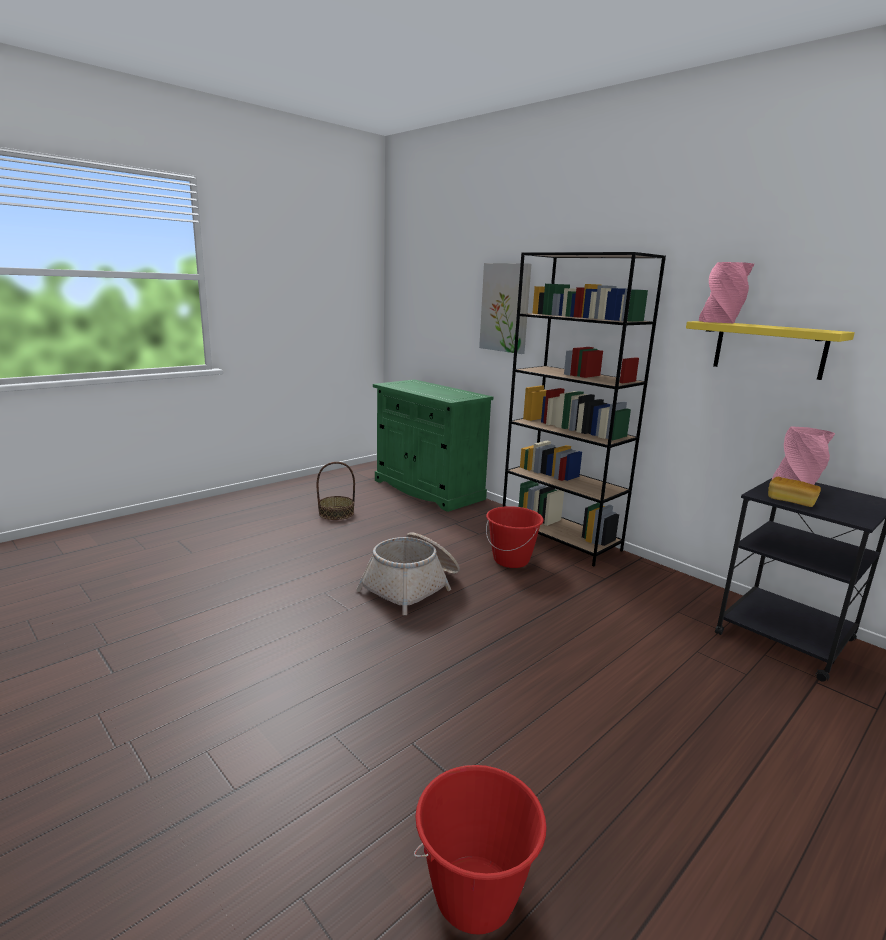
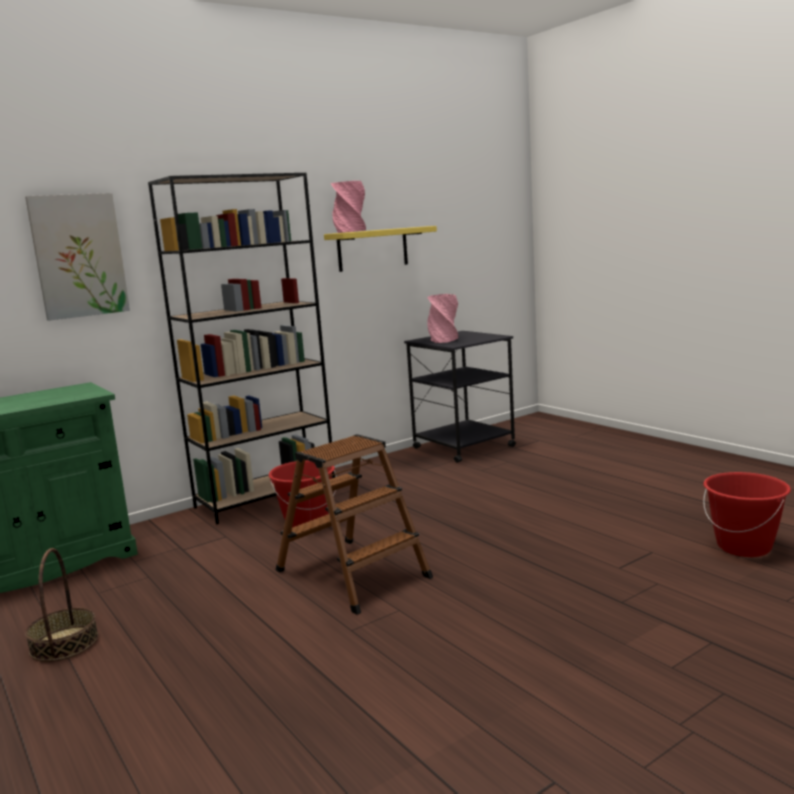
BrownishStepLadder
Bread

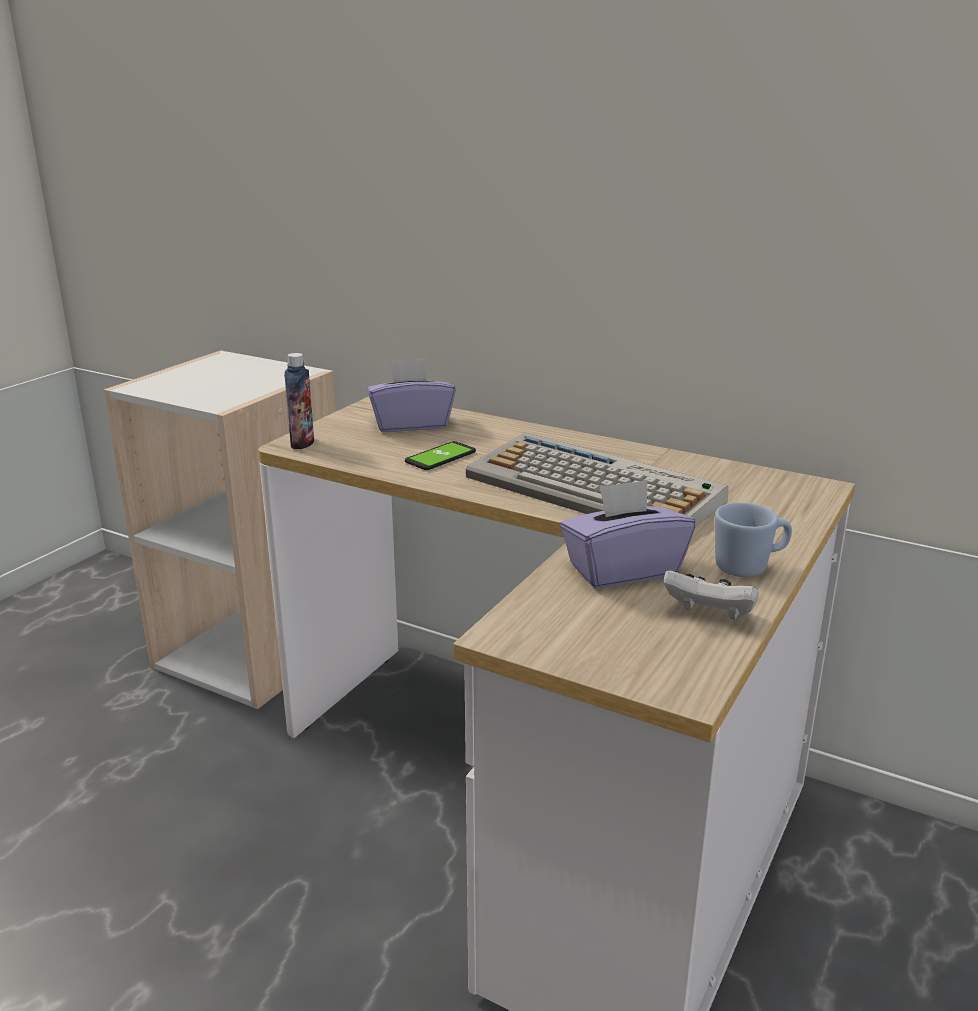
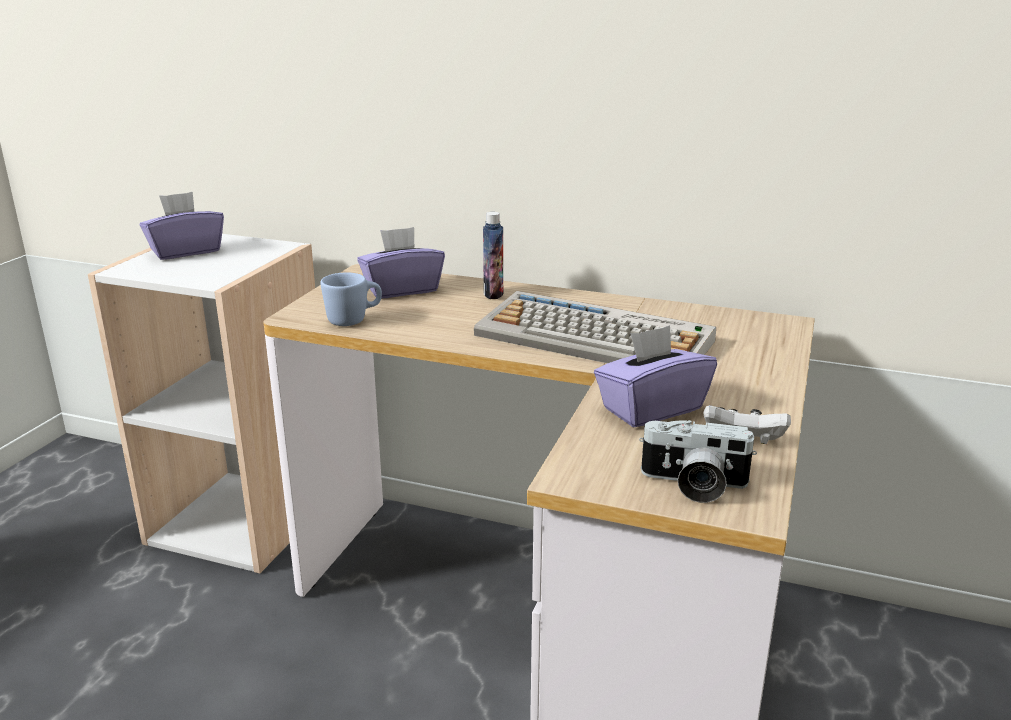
Bottle
Telephone
BlueColouredCoffeeMug
PurplishBoxOfTissues (1st from left)
PhotoCamera

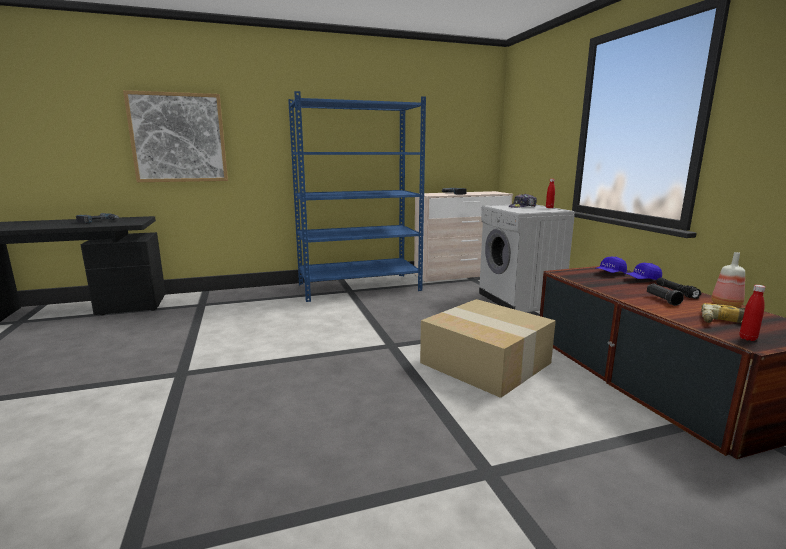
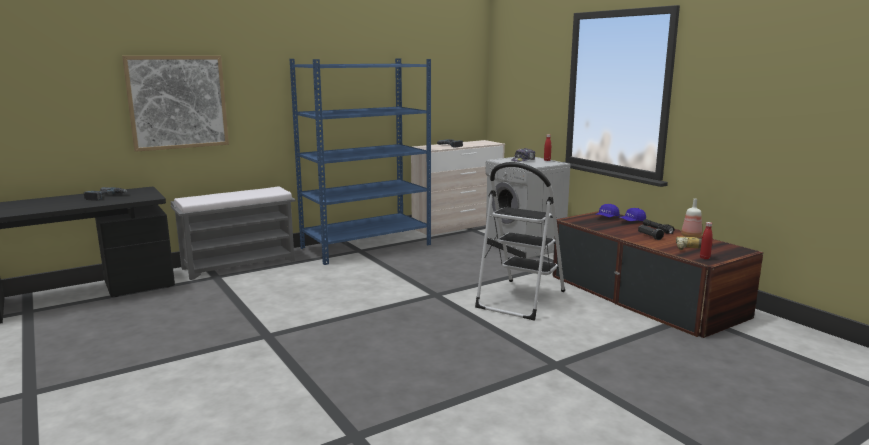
StepLadder
GreyIndoorBench

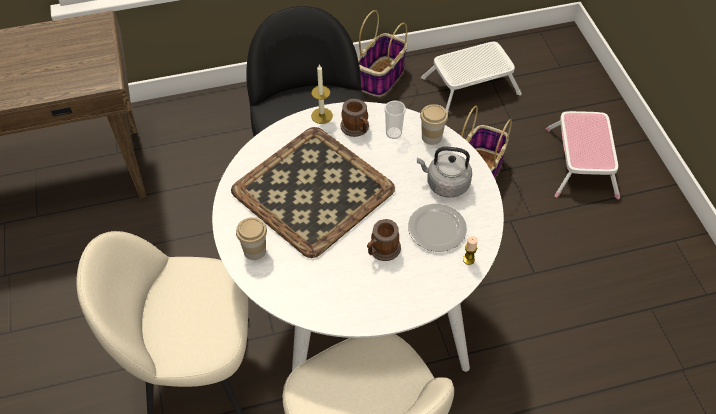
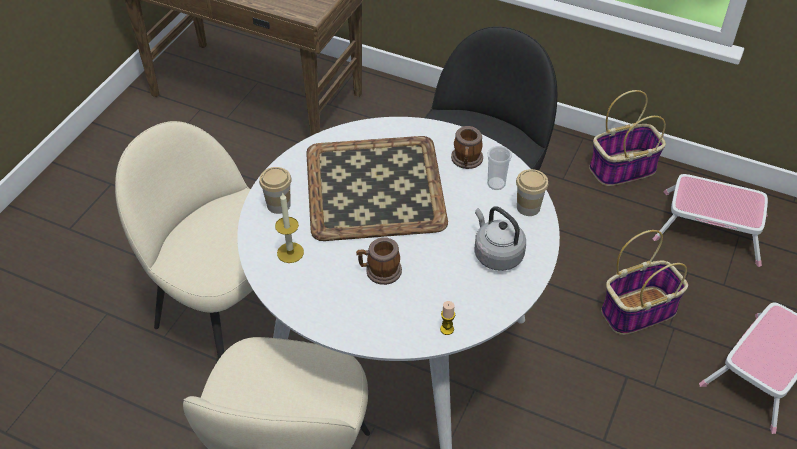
Candle (1st from left)
DinnerPlate
PinkColouredStepLadder (1st from left)

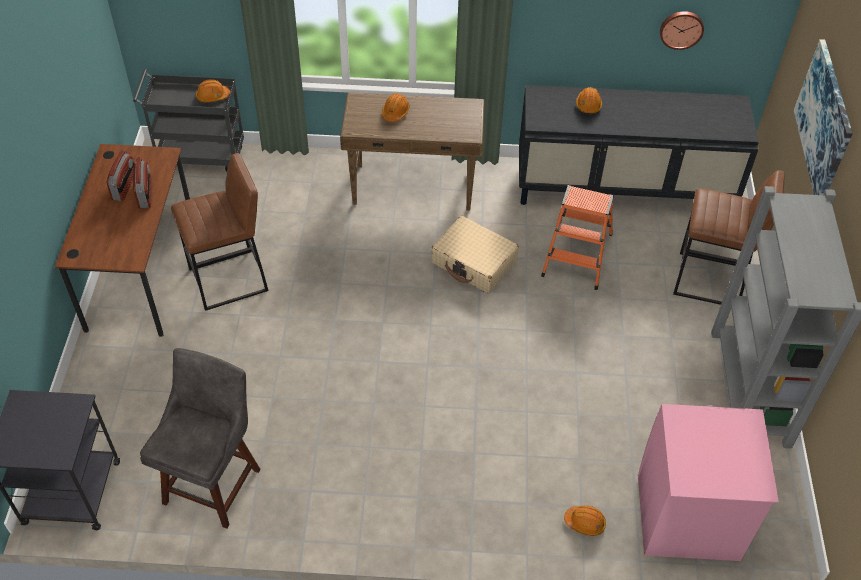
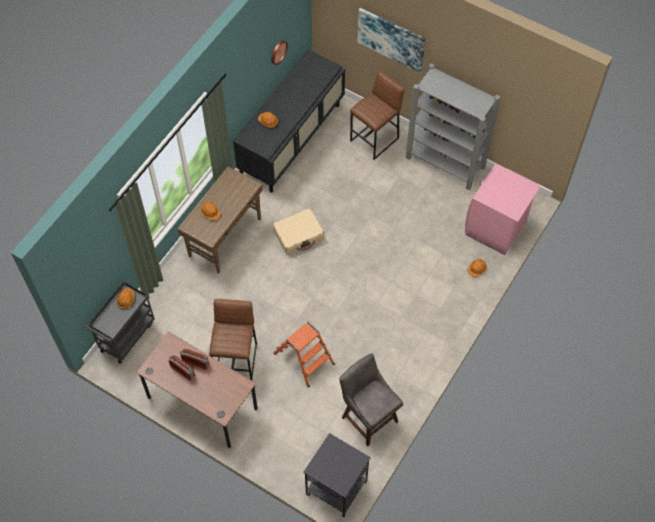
OrangeStepLadder

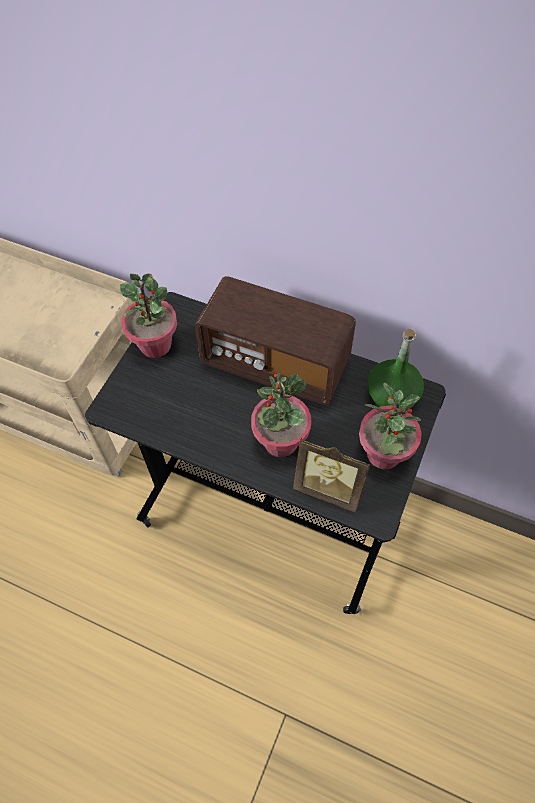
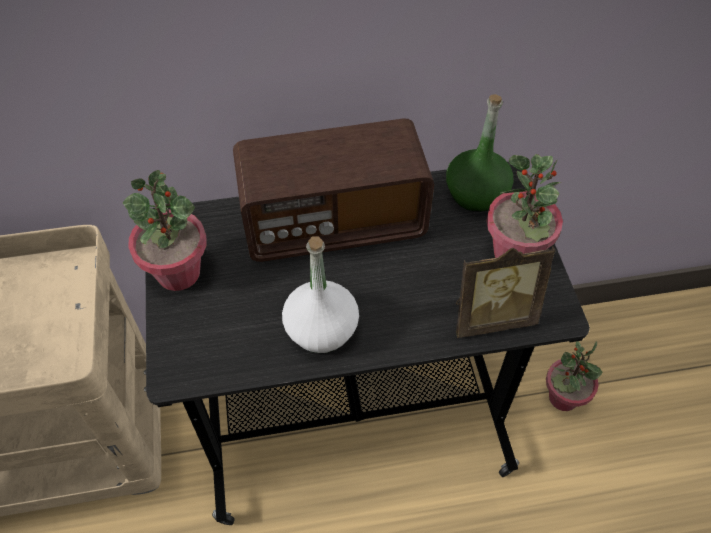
PottedPlant (3rd from left)
WhiteBottle

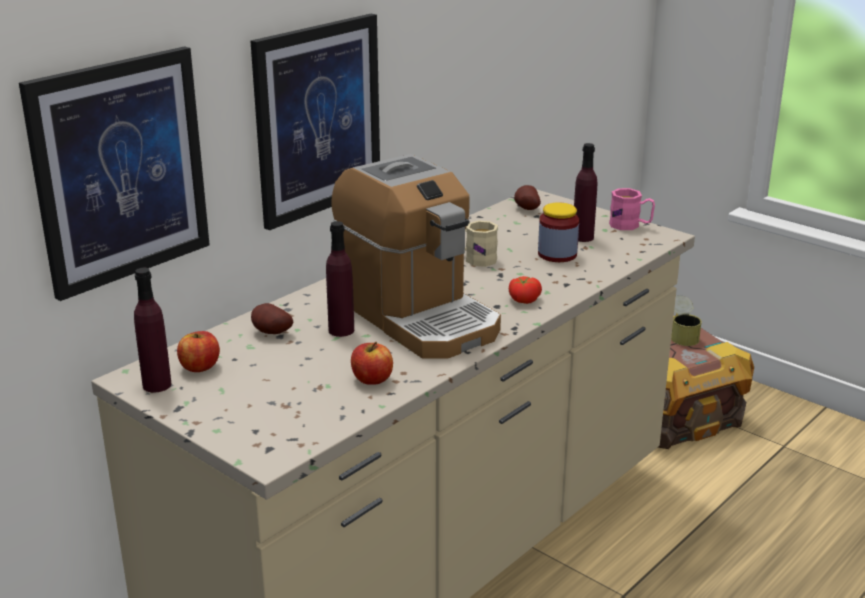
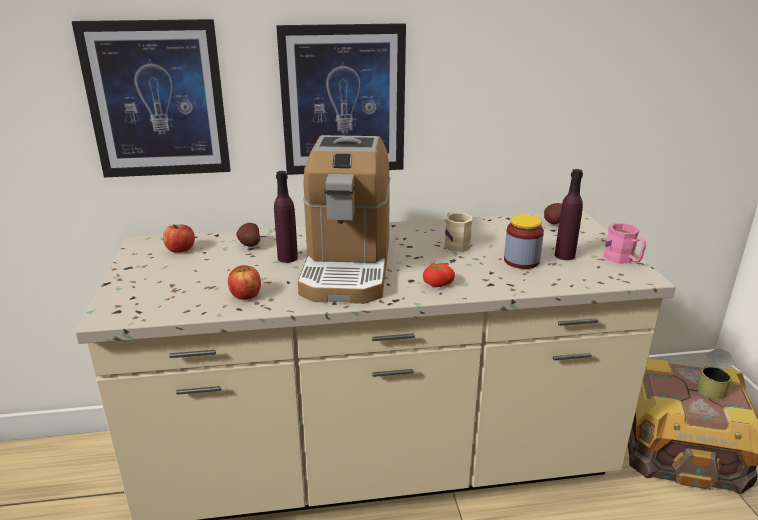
PurplishBottle (1st from left in the first image)

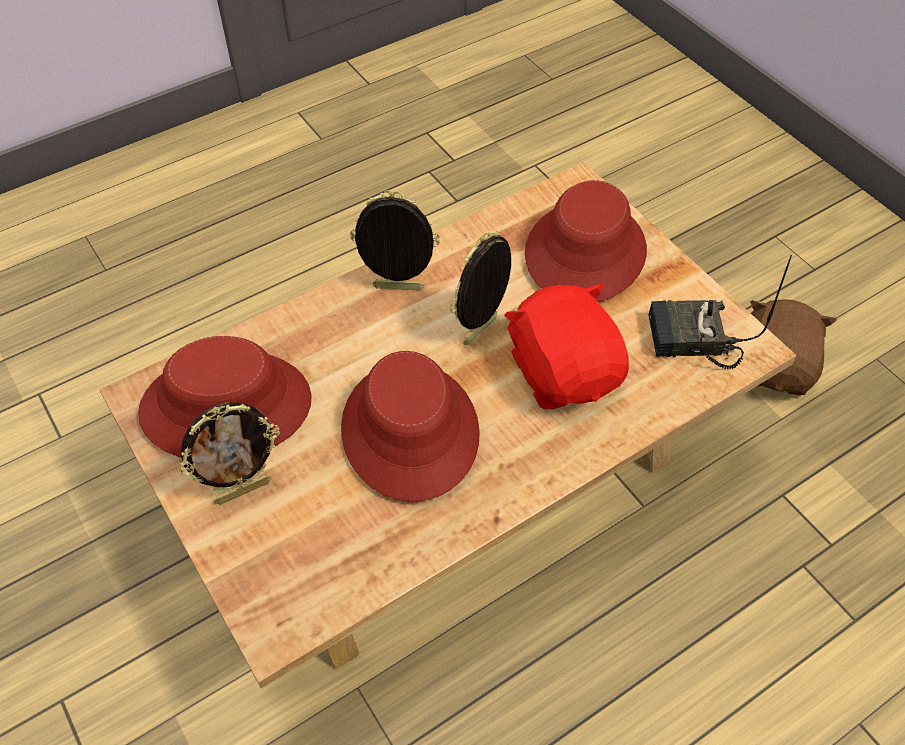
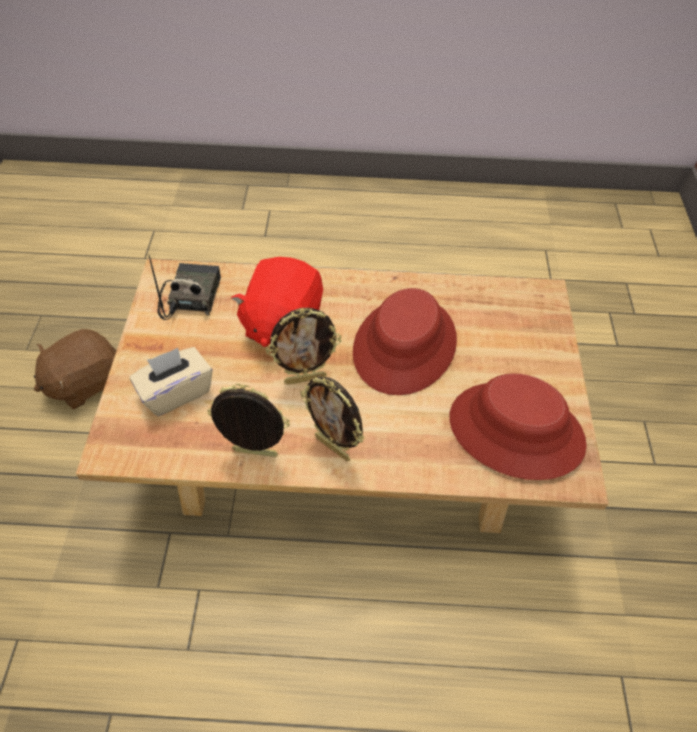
PictureFrame (1st from left)
BeigeColouredBoxOfTissues
RadioReceiver

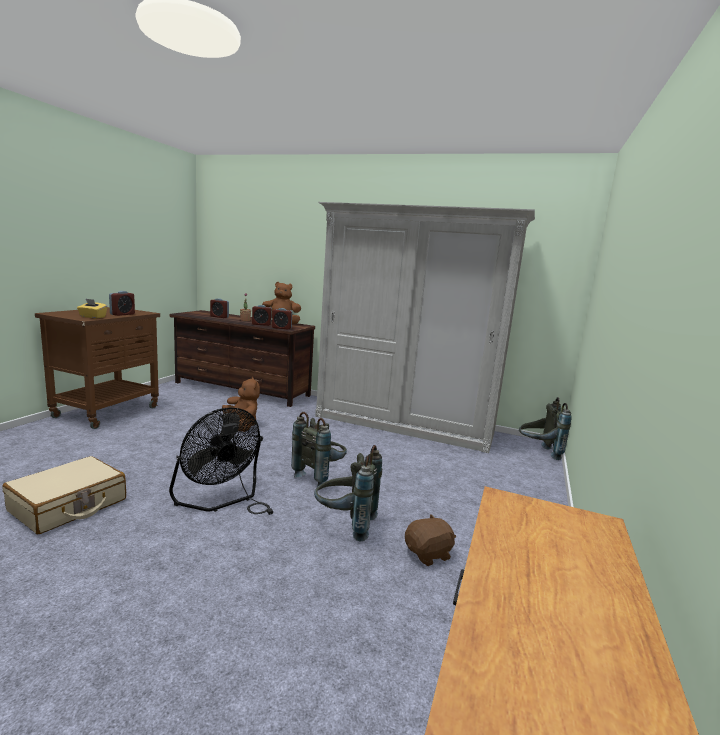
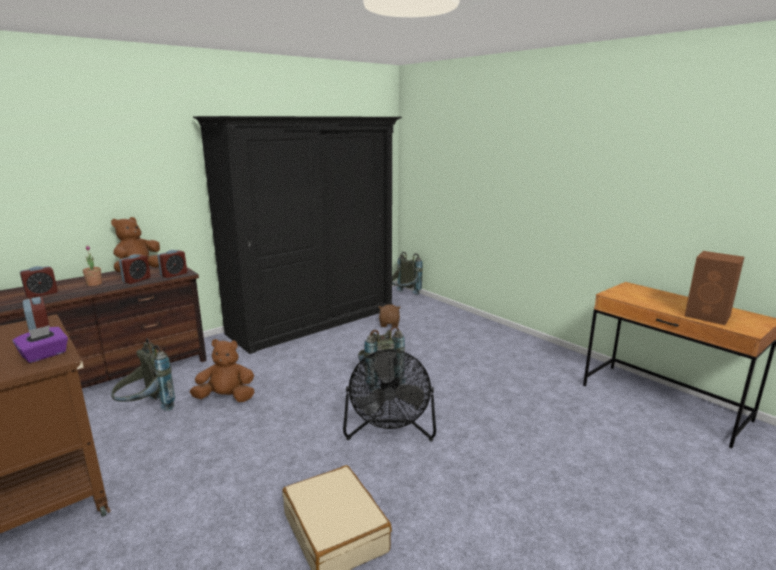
PurplishBoxOfTissues
BlackCoolingFan
GreyRucksack (1st from left)
BlackClothesCupboard
BrownishSoftToy (3rd from left)
BrownishSpeaker

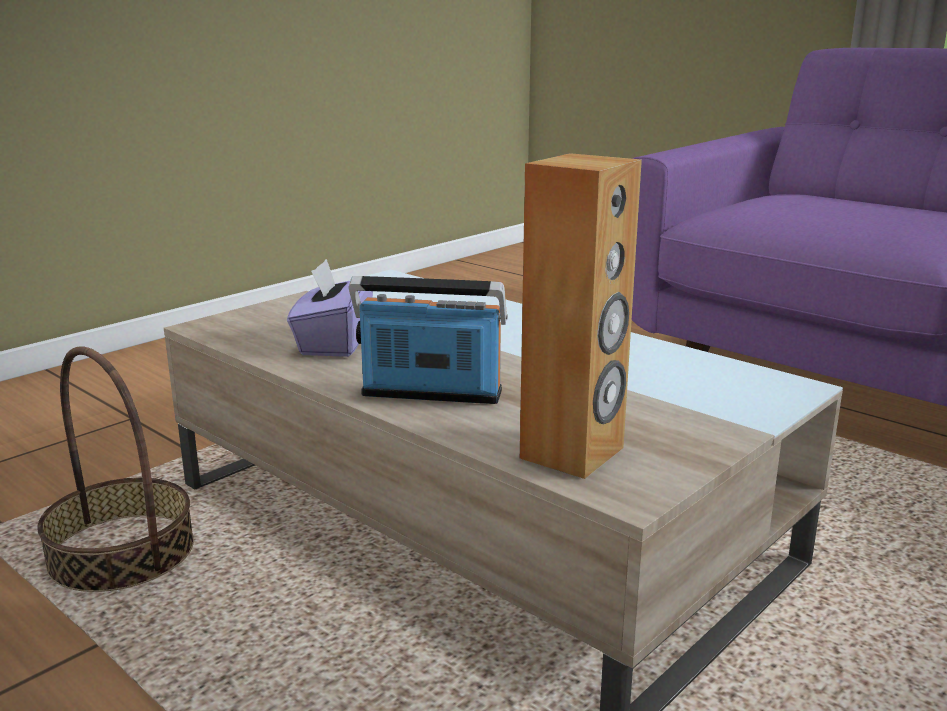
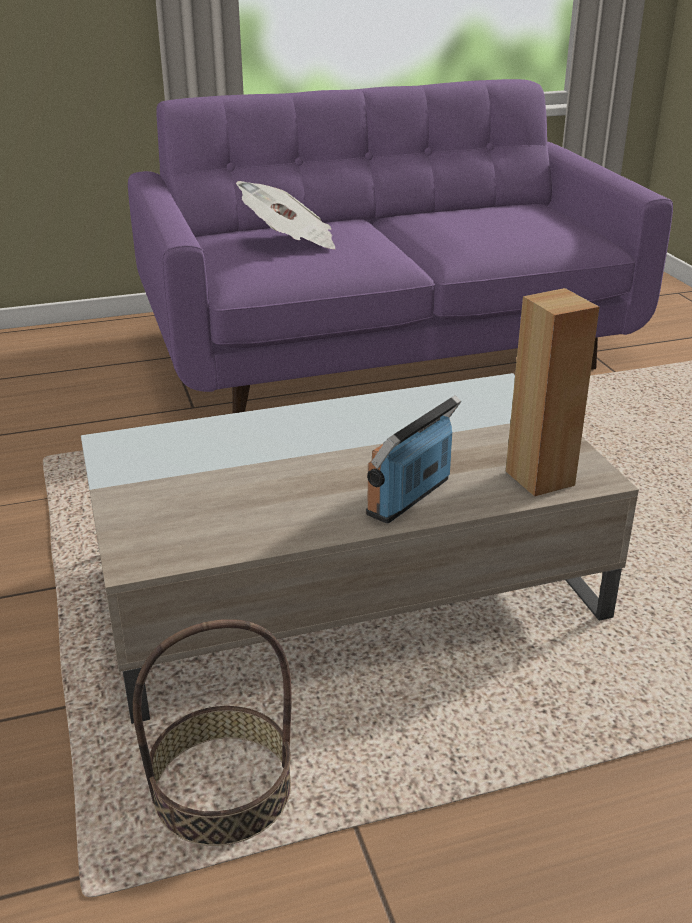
PurplishBoxOfTissues
Newspaper

